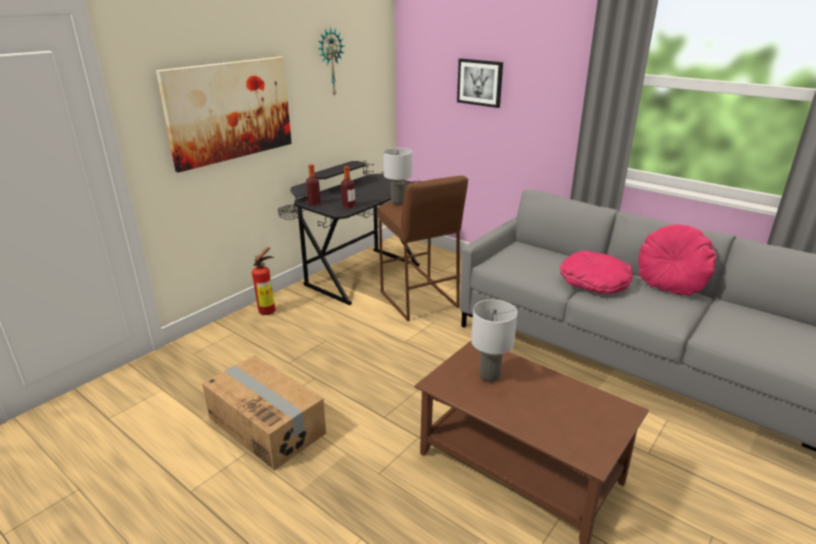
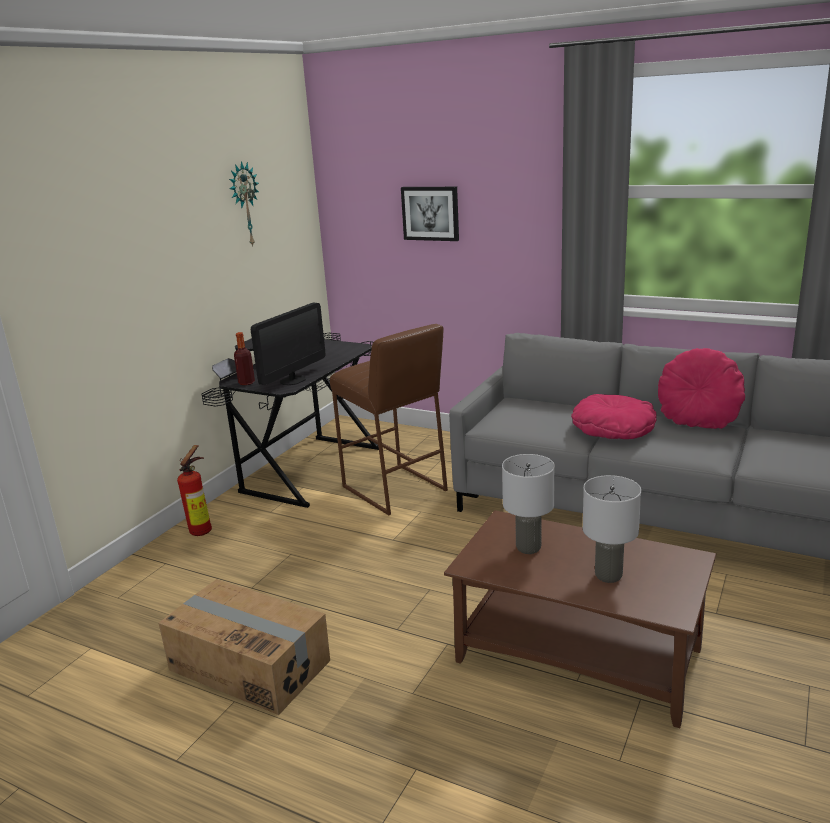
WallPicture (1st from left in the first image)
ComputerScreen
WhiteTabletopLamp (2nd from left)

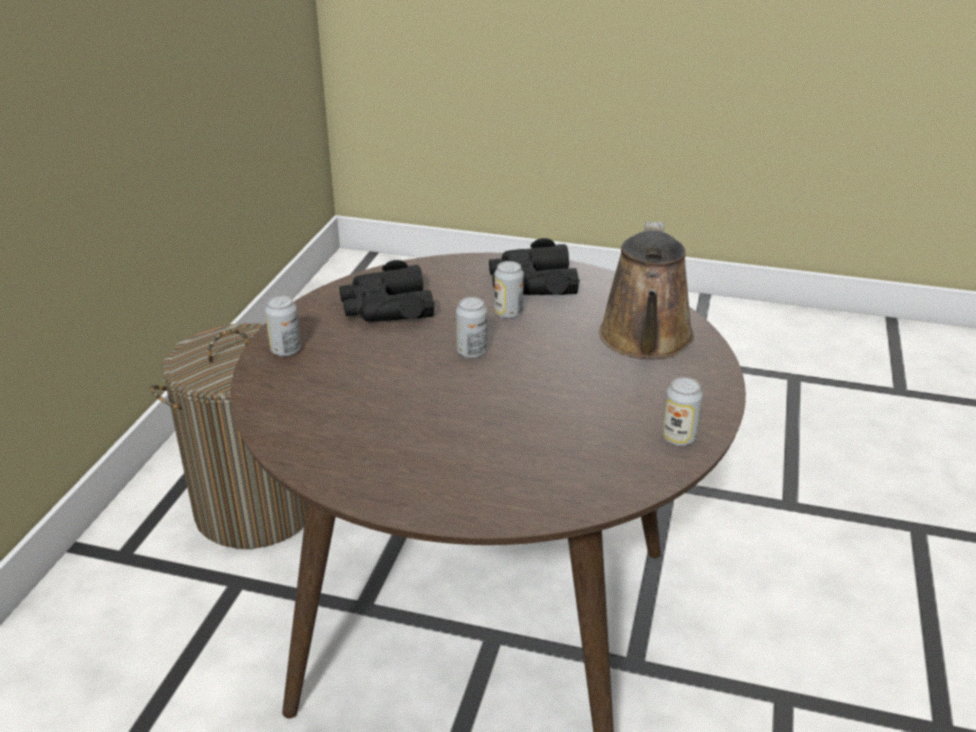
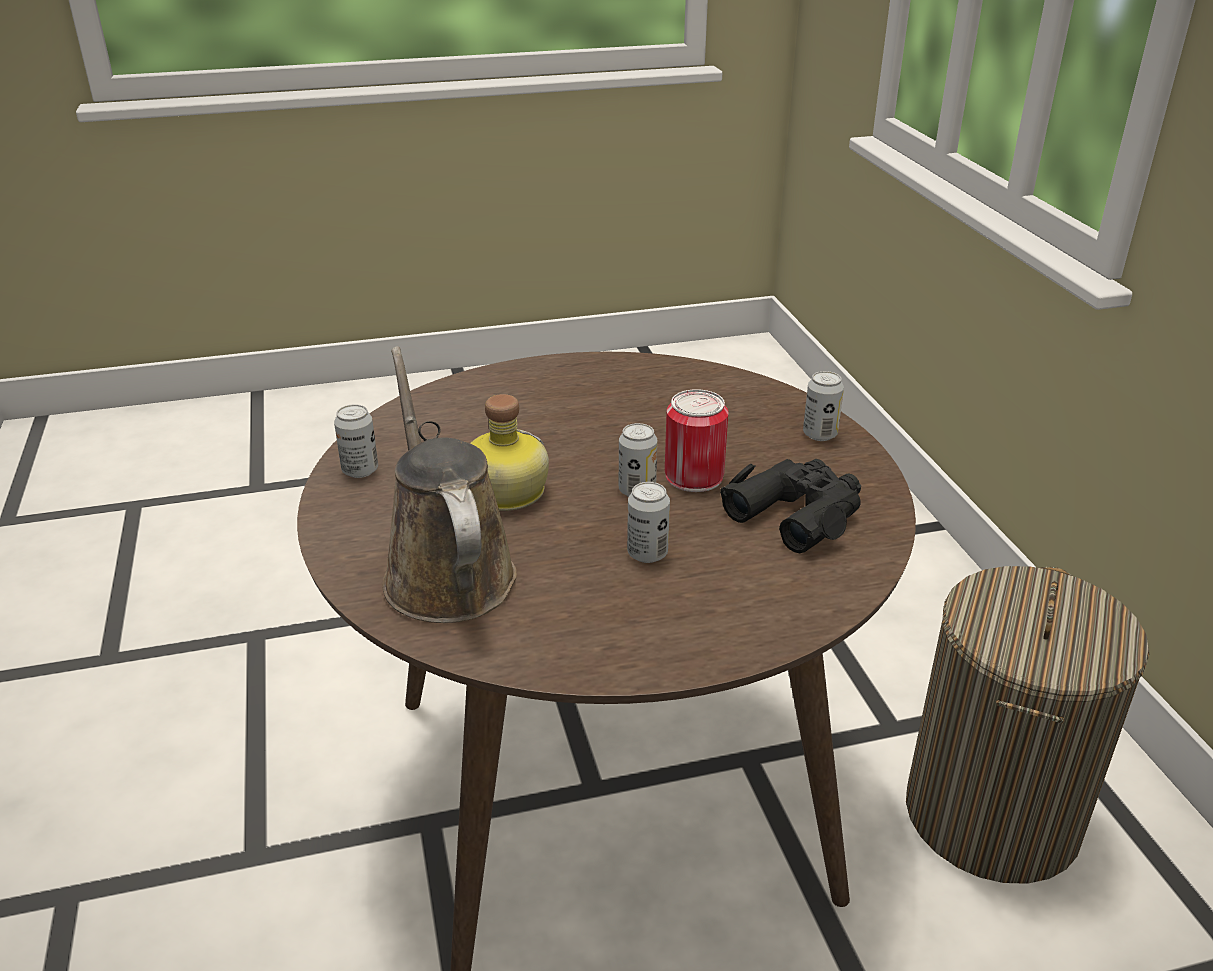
BlackBinoculars (2nd from left in the first image)
Bottle
MetalCan (4th from left)

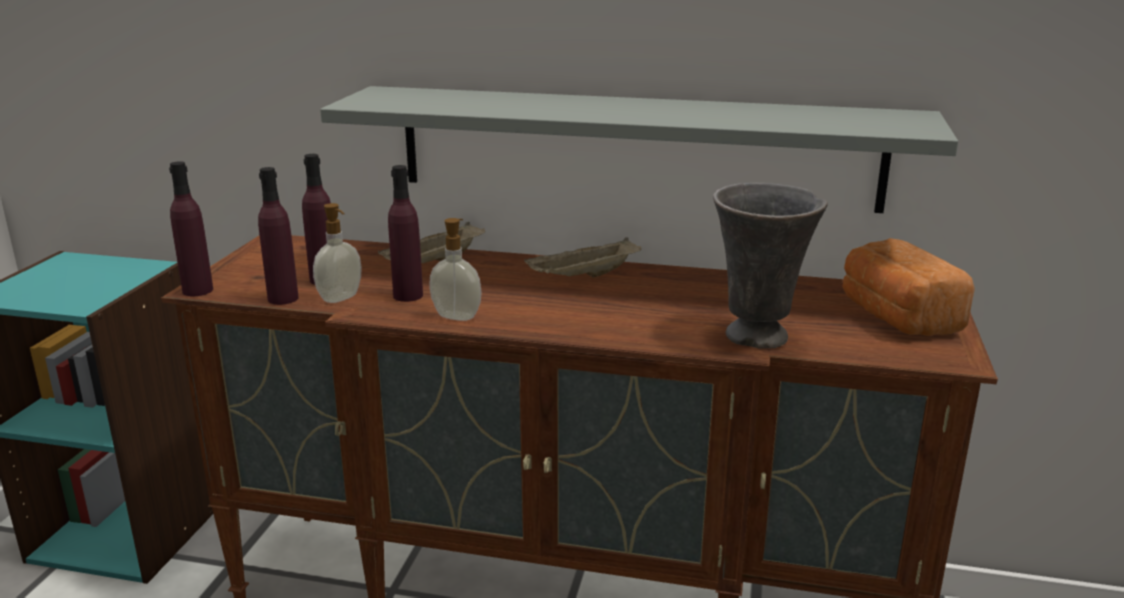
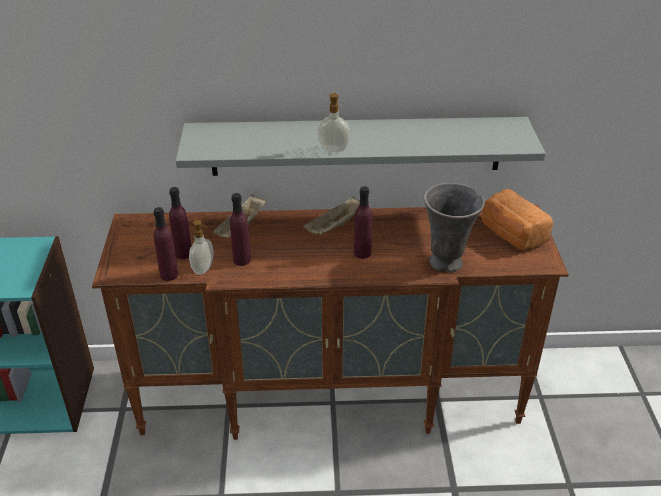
PurplishBottle (4th from left)
LiquidSoapBottle (2nd from left)

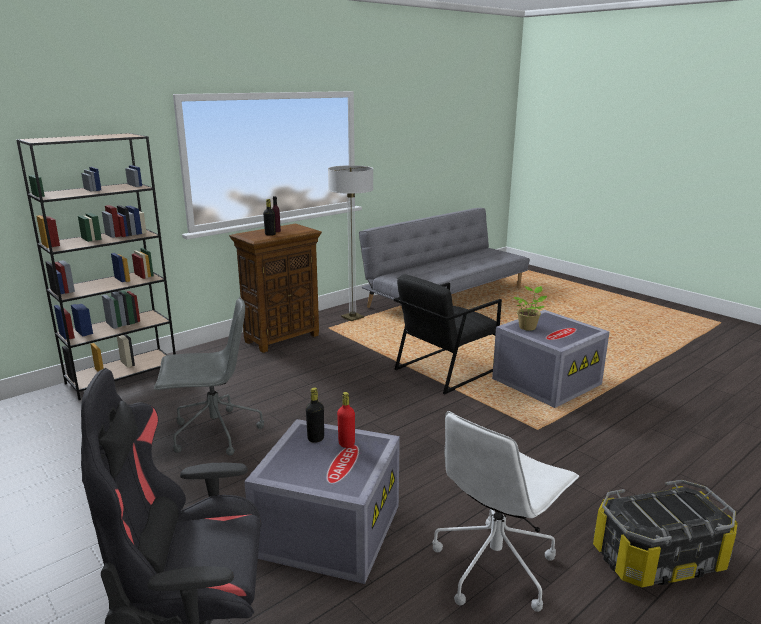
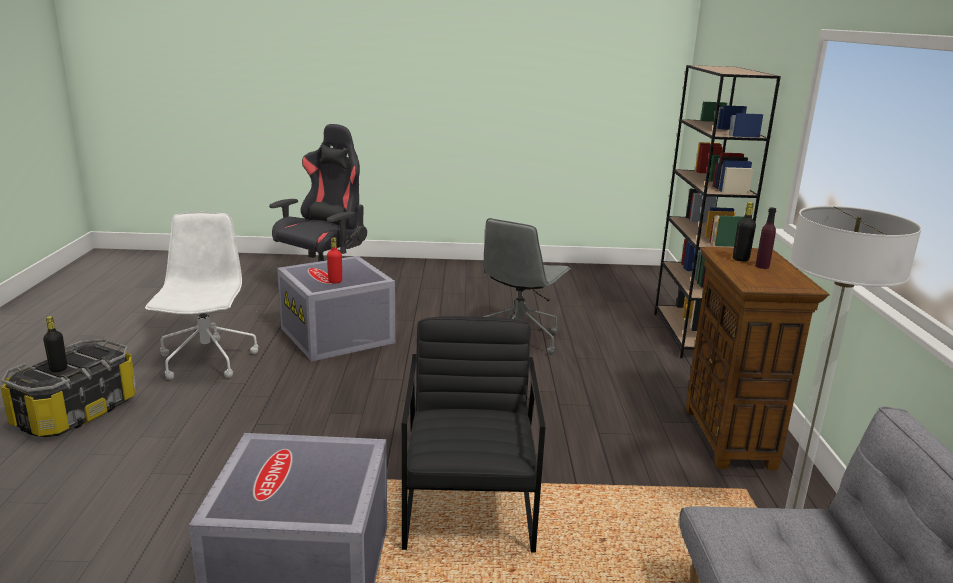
BlackBottle (1st from left)
PottedPlant

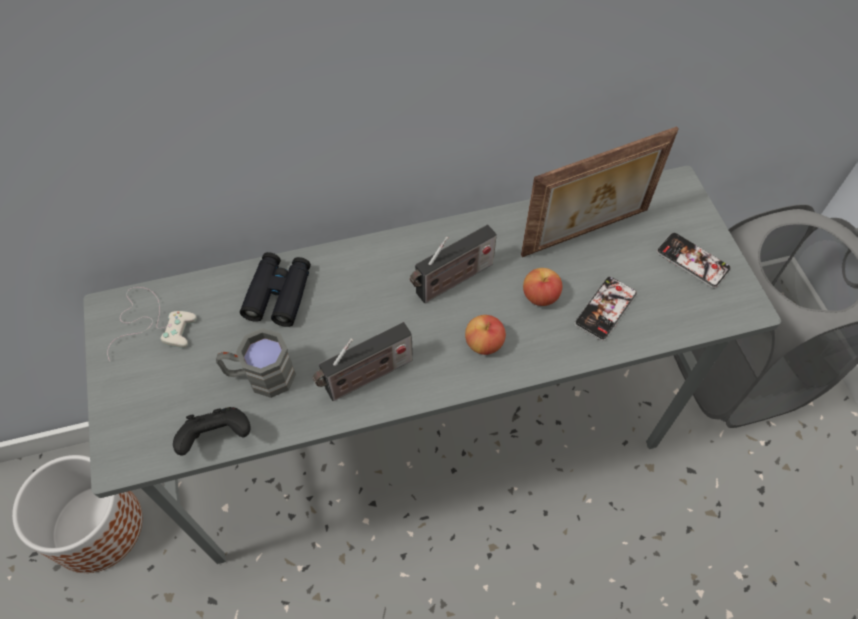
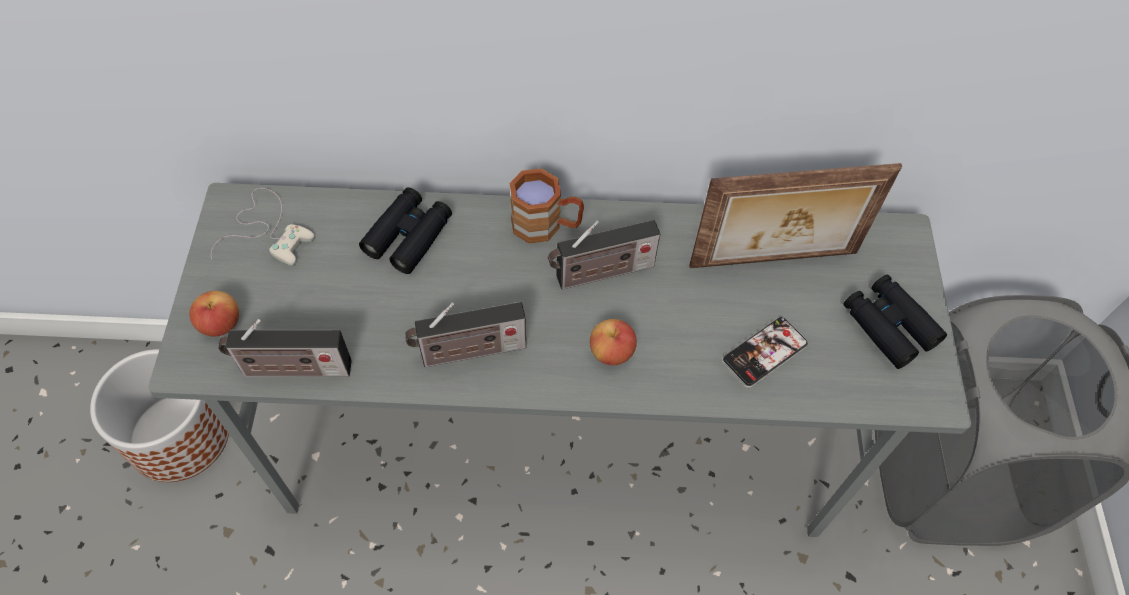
RadioReceiver (1st from left)
GreyCoffeeMug
WholeApple (1st from left)
BlackBinoculars (2nd from left)
BrownishCoffeeMug

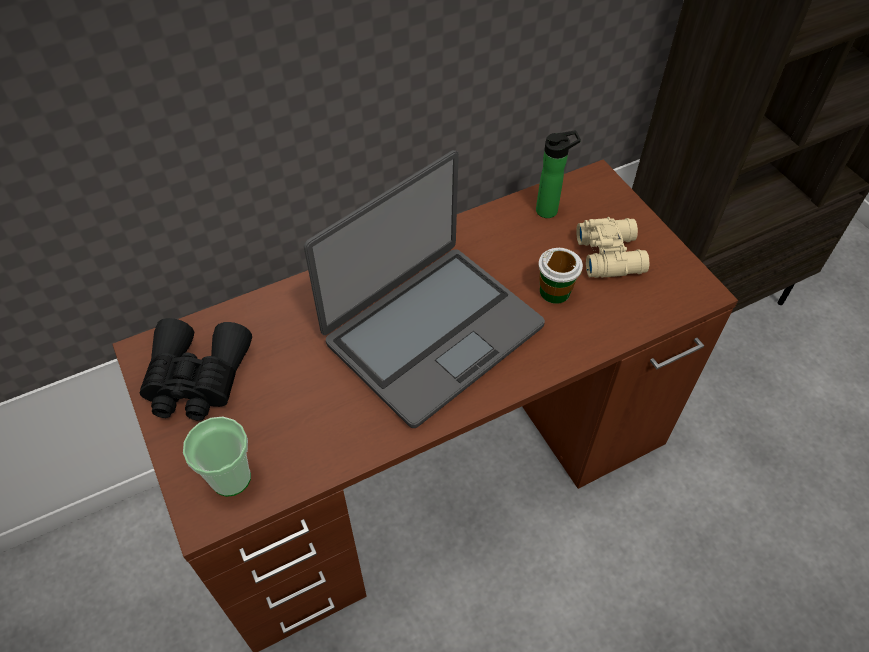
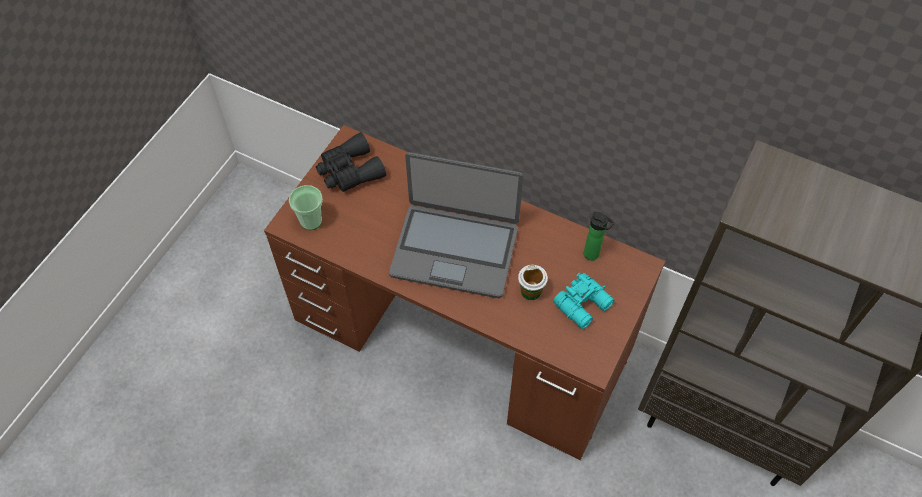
TurquoiseColouredBinoculars

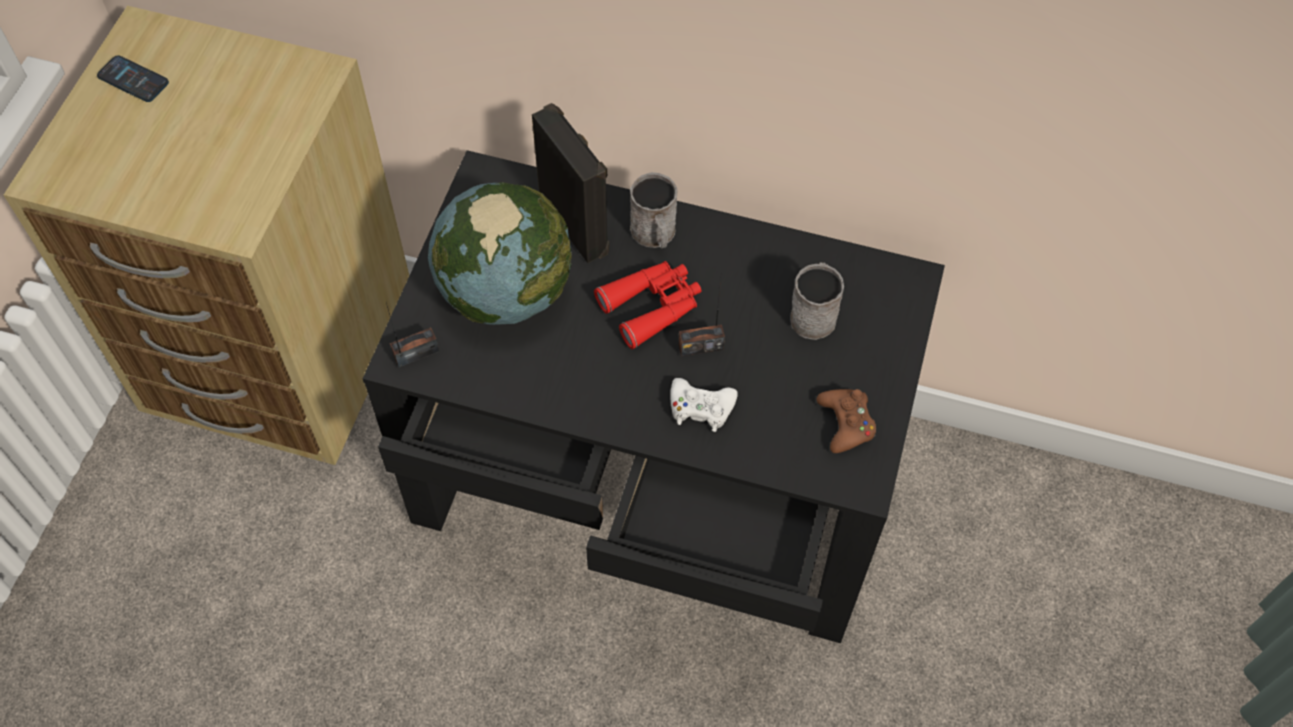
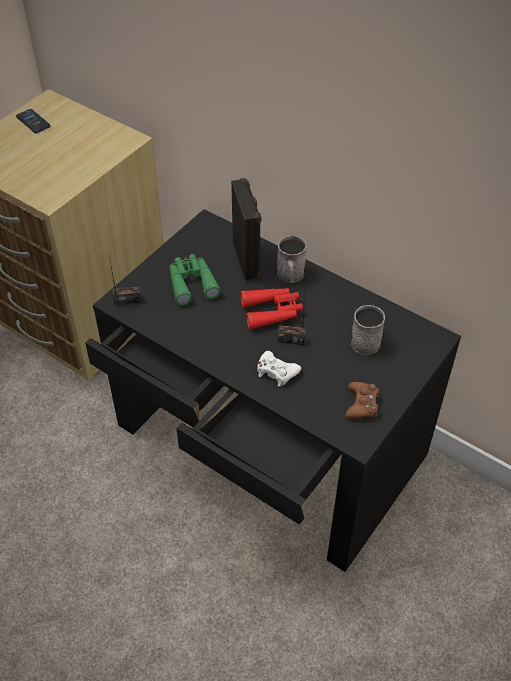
GreenColouredBinoculars

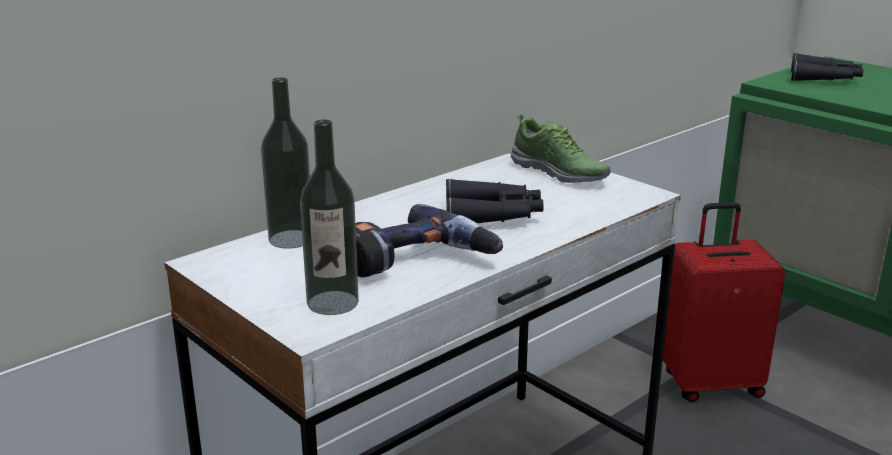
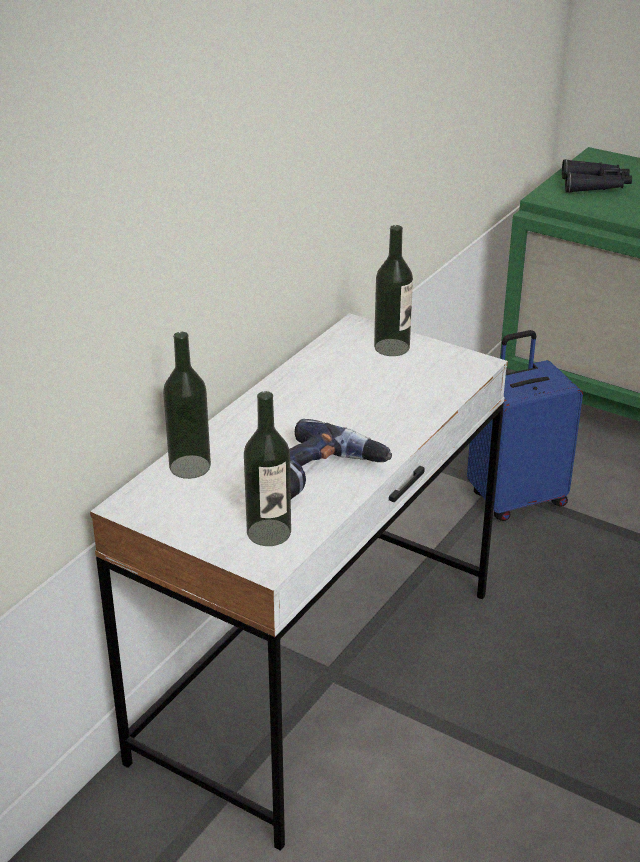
BlackBinoculars (1st from left in the first image)
Bottle (3rd from left)
BlueColouredPieceOfLuggage

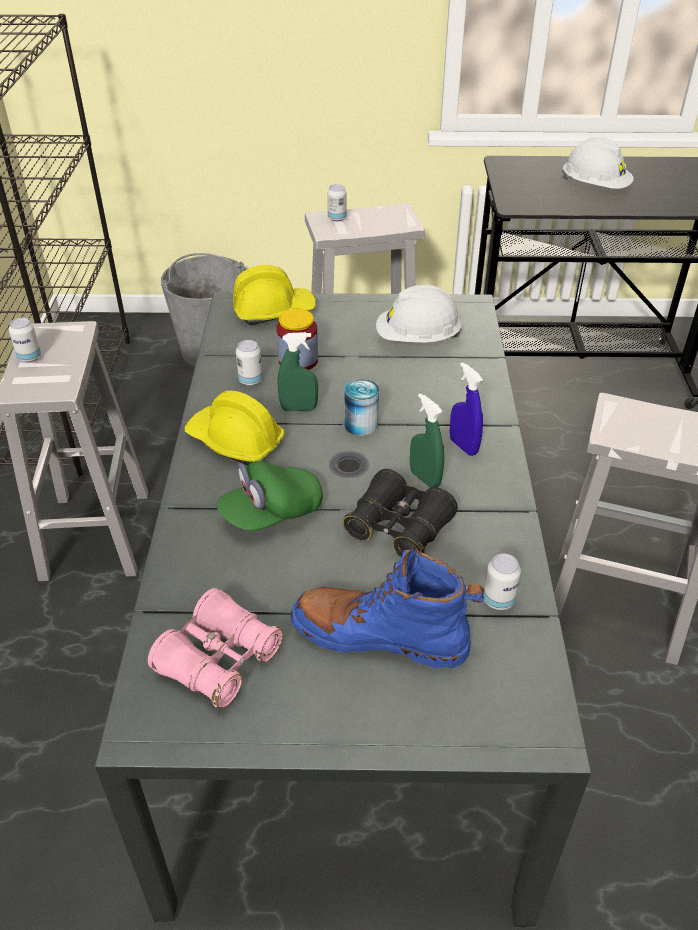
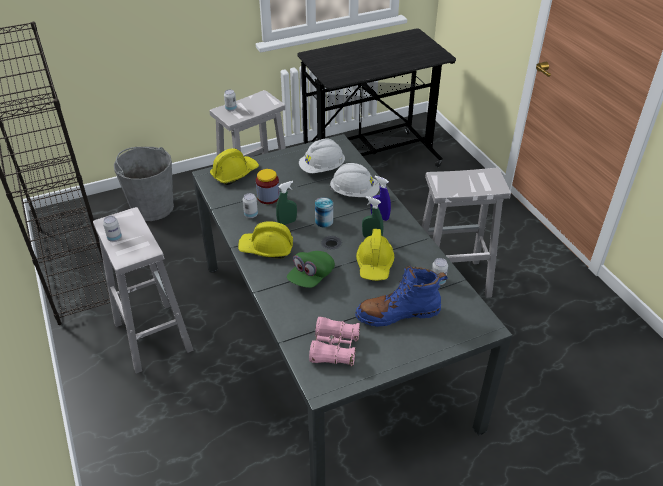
YellowishWorkHelmet (3rd from left)
WhiteWorkHelmet (2nd from left)

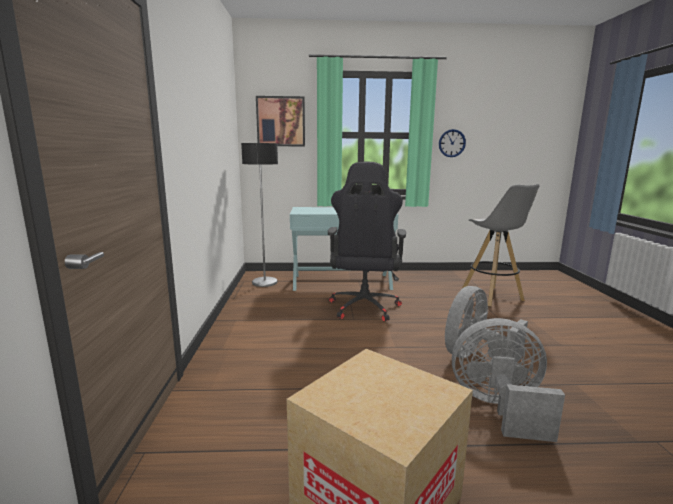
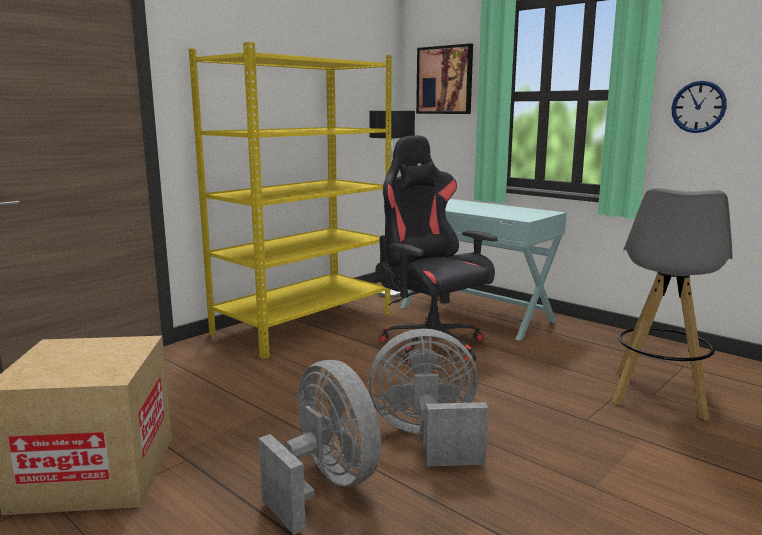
BlackComputerChair
YellowishBookcase

